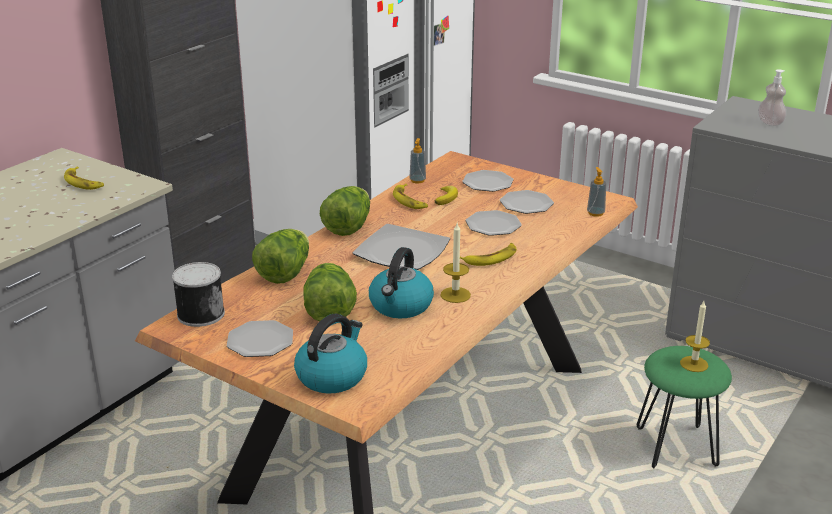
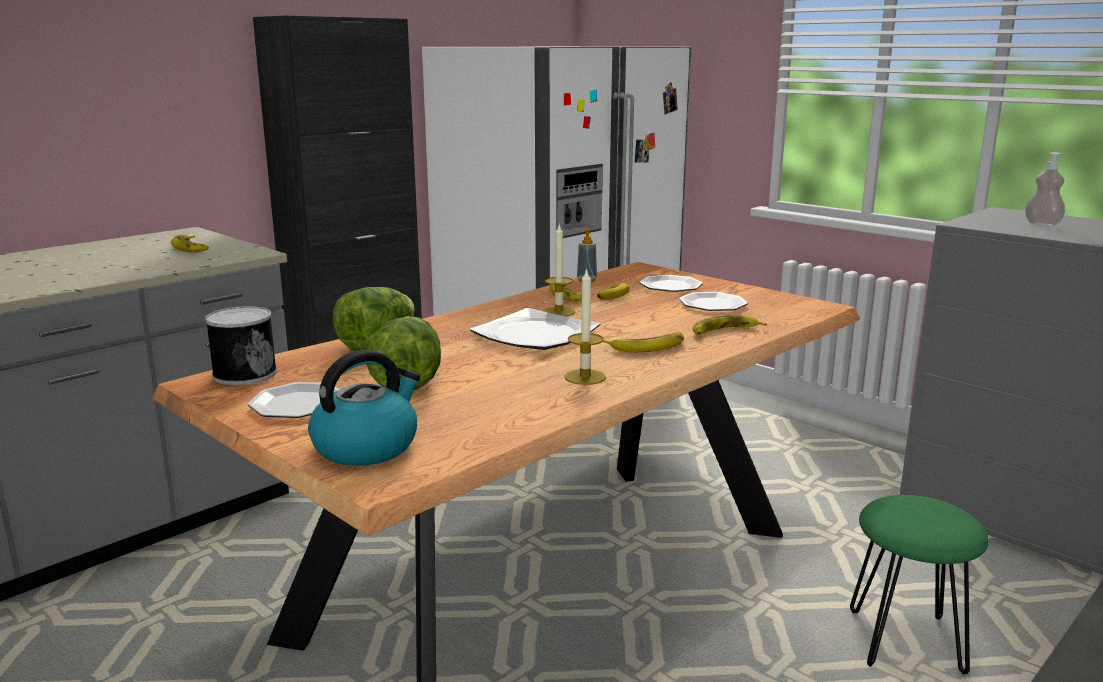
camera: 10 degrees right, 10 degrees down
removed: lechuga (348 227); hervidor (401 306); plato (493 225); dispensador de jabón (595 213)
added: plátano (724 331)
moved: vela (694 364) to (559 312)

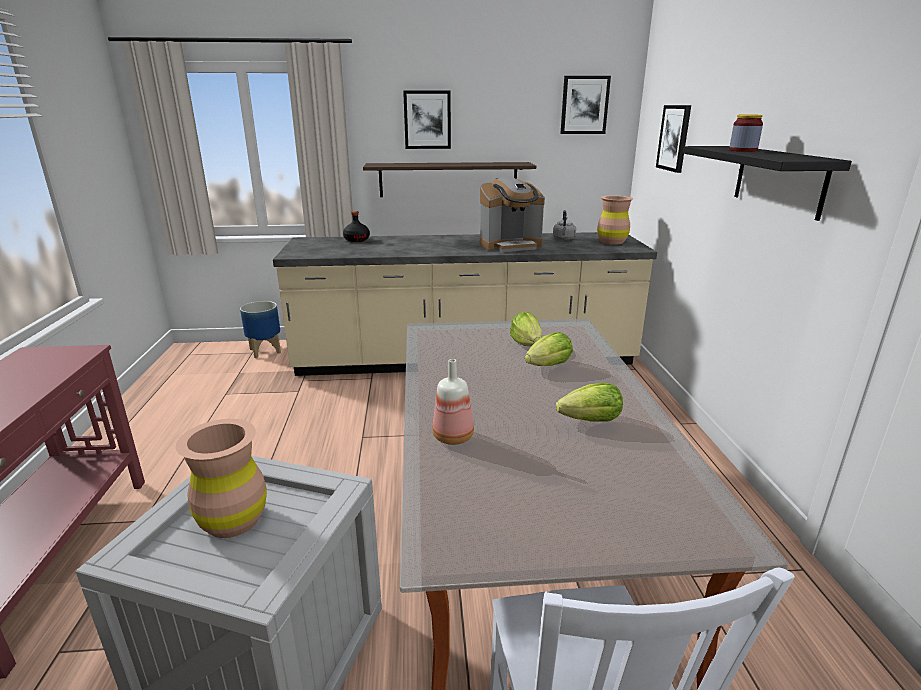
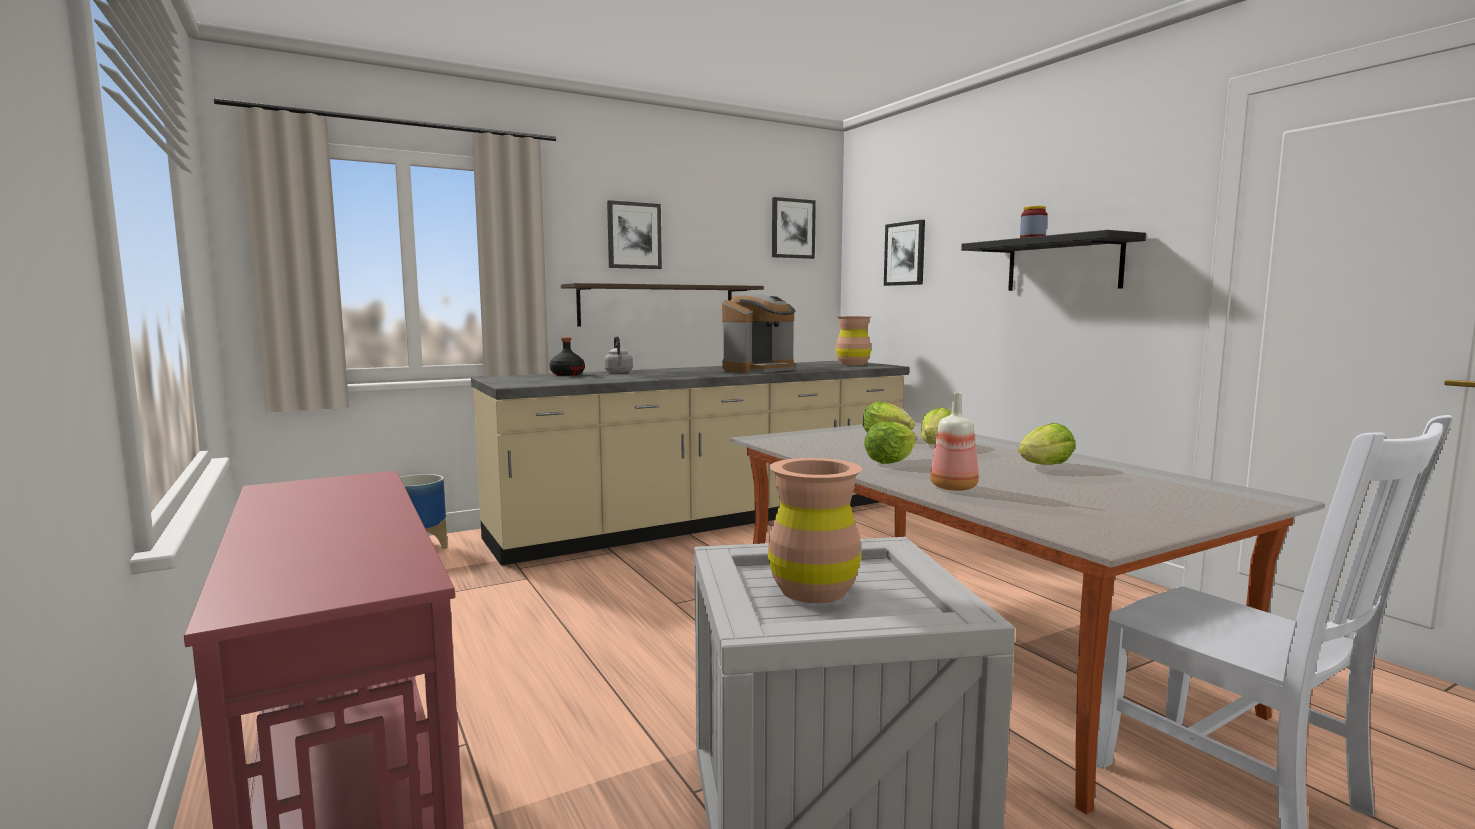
camera: 25 degrees left, 15 degrees down
added: lechuga (890 461)
moved: hervidor (gris) (564 239) to (619 372)

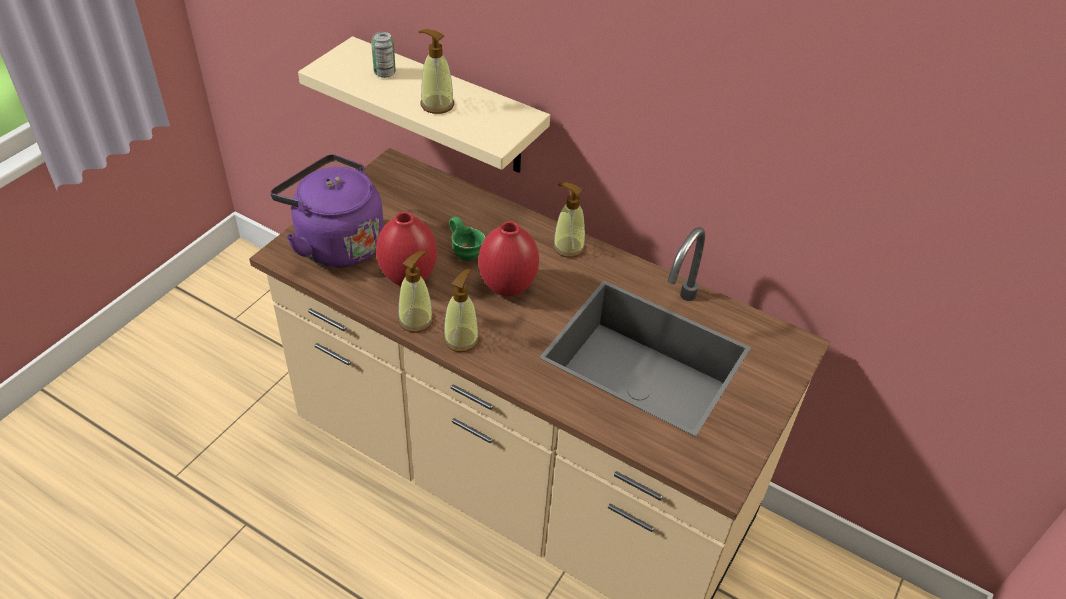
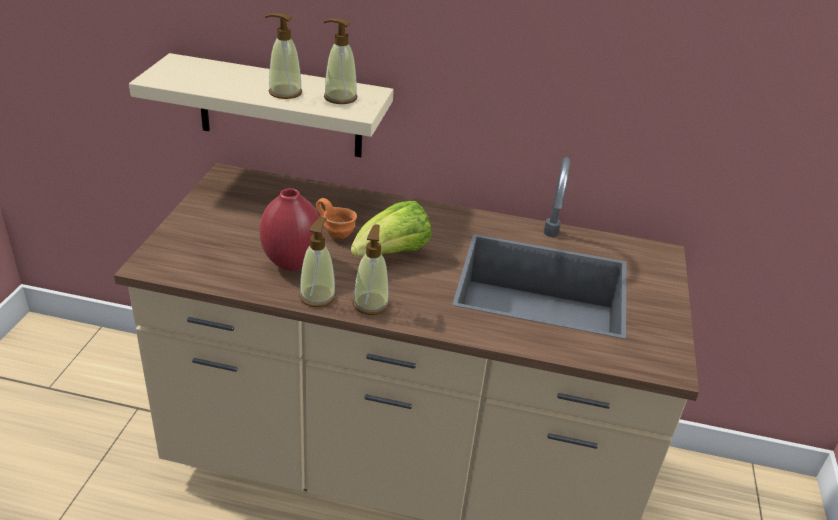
camera: 20 degrees left, 10 degrees down
removed: hervidor (morado) (336 243); lata (384 73)
moved: dispensador de jabón (568 247) to (340 98)
replaced: florero (rojo) (508 288) to lechuga (392 254)
recoloured: taza grande (verde) (467 253) to taza grande (naranja) (337 234)

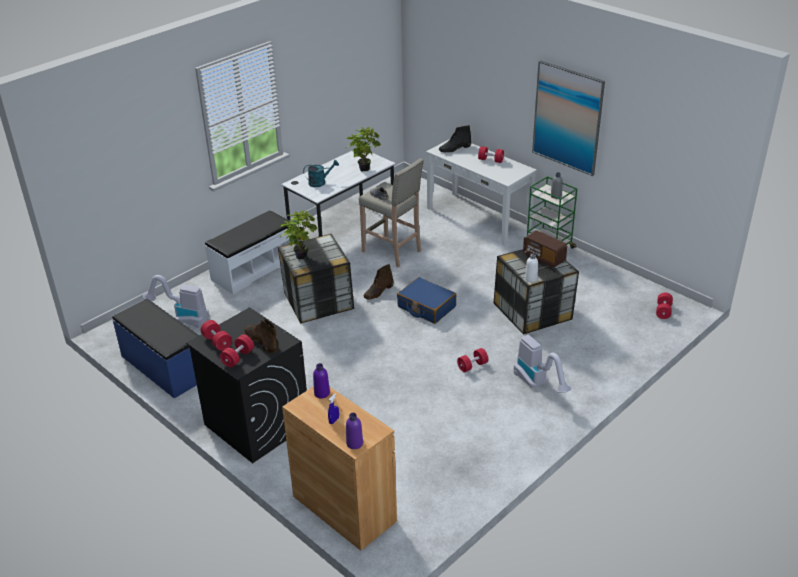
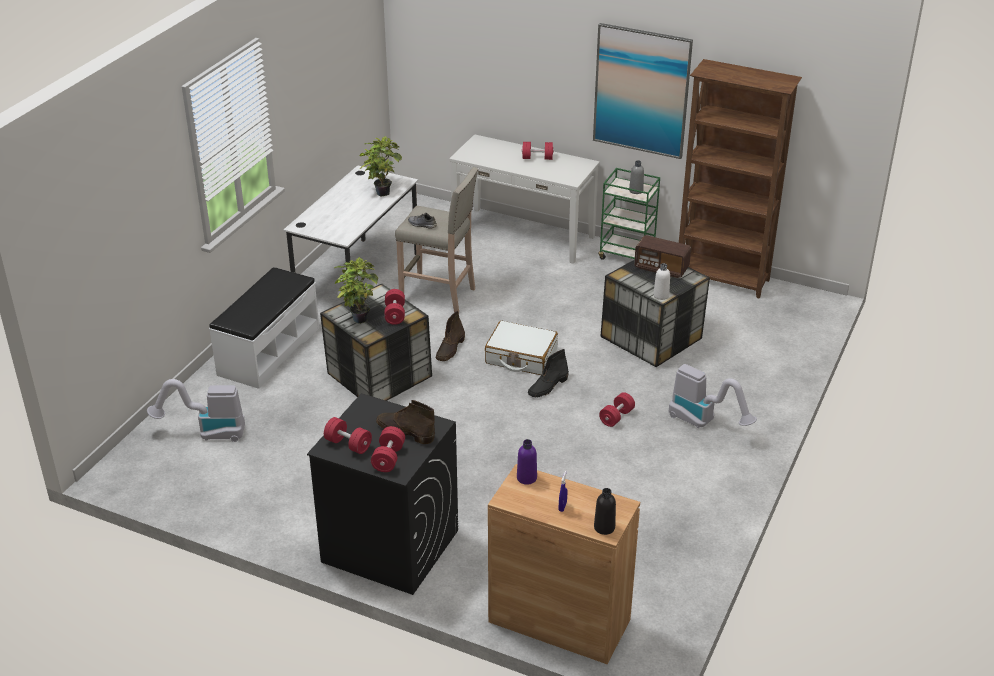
camera: 20 degrees left, 0 degrees up
removed: banco (azul) (163 367); regadera (turquesa) (320 182)
added: estantería (marrón) (722 280)
moved: mancuerna (rojo) (663 311) to (395 314); bota (negro) (454 149) to (547 387)
recoloured: maleta (azul) (426 307) to maleta (blanco) (521 357); botella (morado) (354 443) to botella (negro) (604 527)

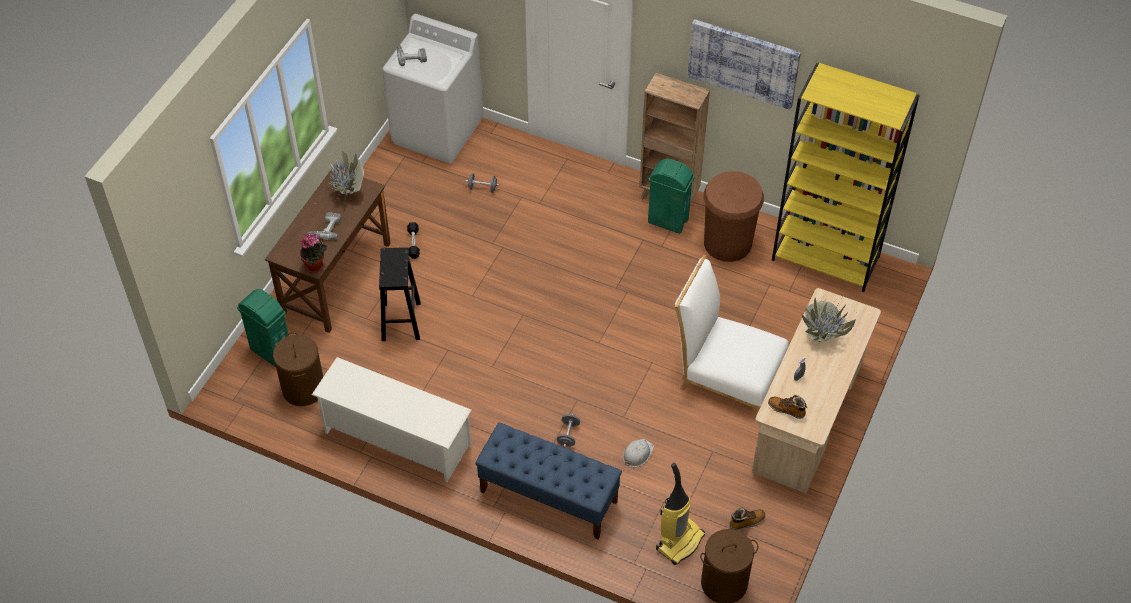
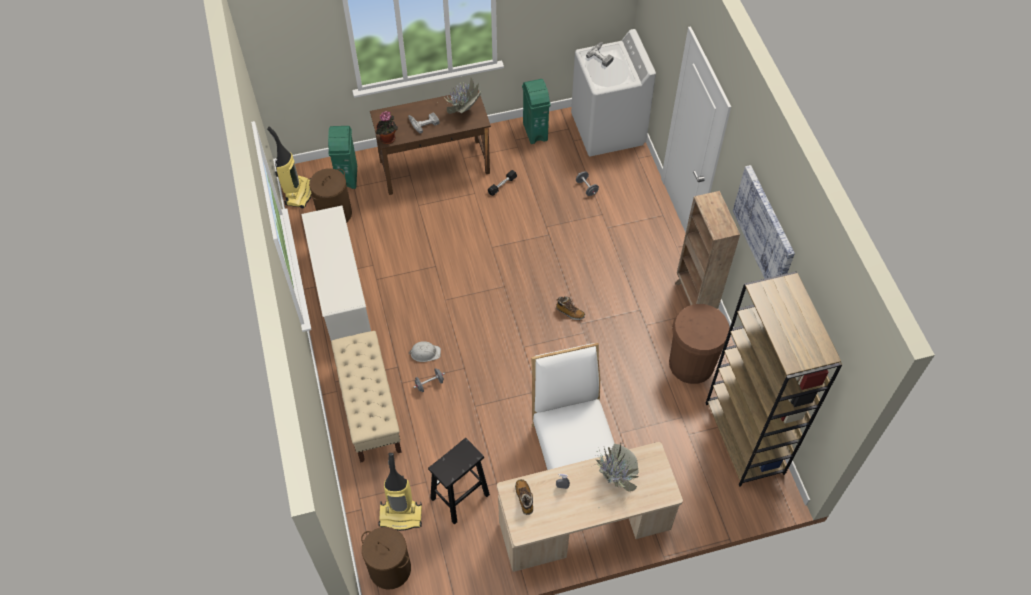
camera: 50 degrees right, 5 degrees up
added: aspiradora (298 193)
moved: casco (blanco) (637 454) to (425 353); taburete (negro) (401 322) to (459 497); papelera (verde) (667 221) to (535 131); bota (746 522) to (570 312)
recoloured: banco (azul) (548 496) to banco (beis) (369 407); estantería (amarillo) (826 258) to estantería (marrón) (745 438)

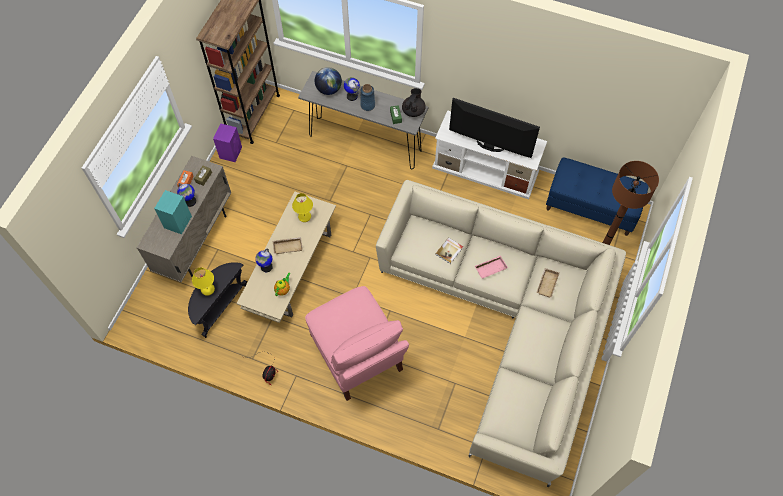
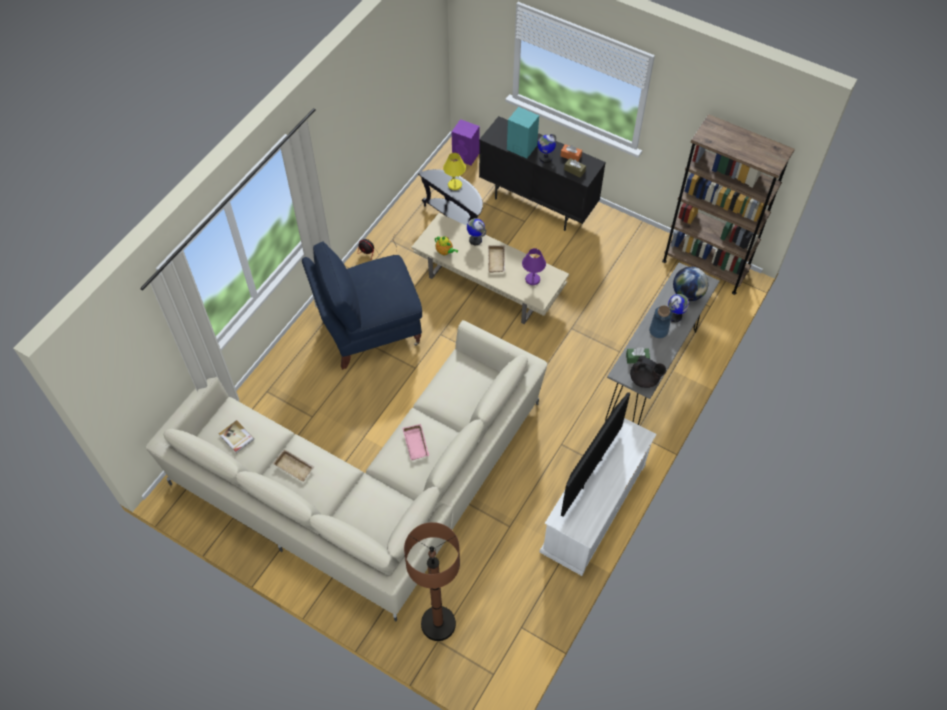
camera: 100 degrees right, 5 degrees down
removed: banco (azul) (591 207)
moved: libro (449 251) to (236 437); bandeja (beis) (546 283) to (295 466); altavoz (morado) (231 152) to (466 156)
recoloured: sillón (rosa) (357 356) to sillón (azul) (369 330); armario (beis) (196 241) to armario (negro) (538 204); lámpara de mesa (amarillo) (304 216) to lámpara de mesa (morado) (533 279)

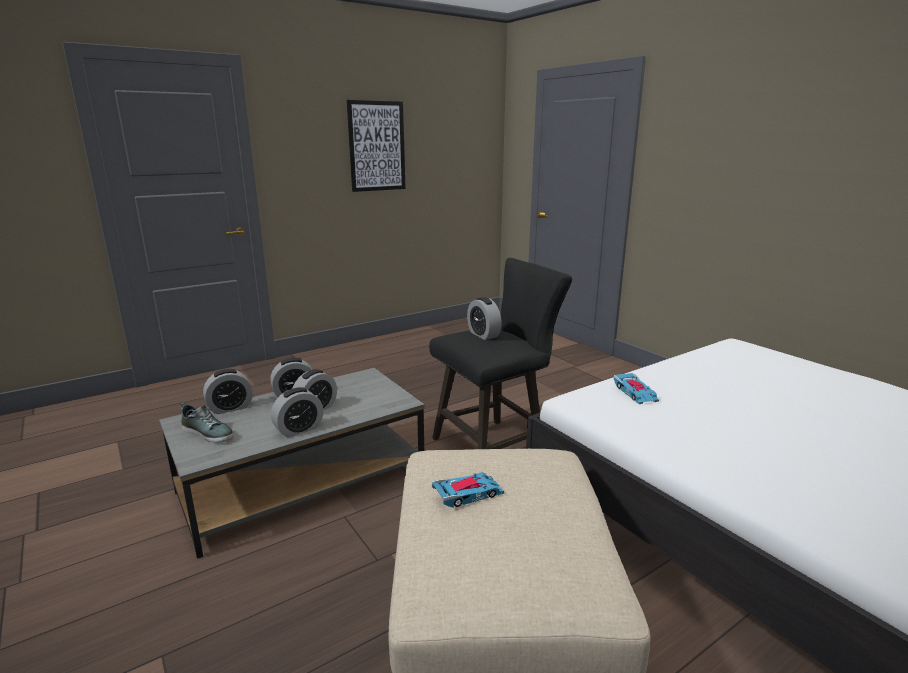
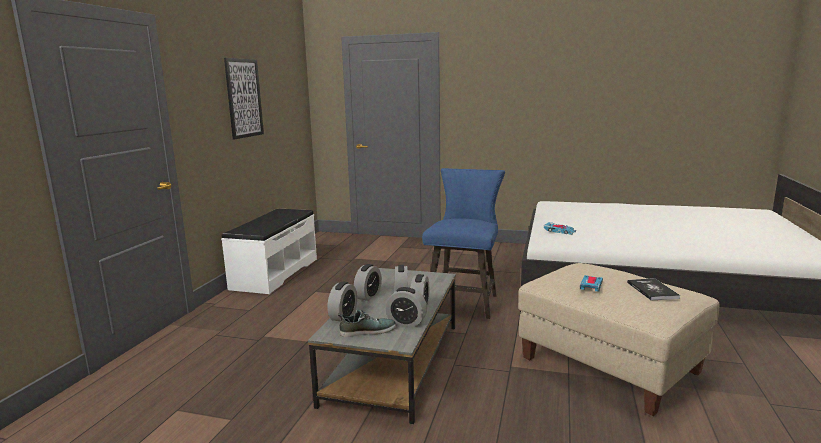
camera: 40 degrees left, 5 degrees down
added: banco (blanco) (274 273); libro (652 290)
moved: despertador (483 334) to (406 322)
recoloured: taburete (negro) (495 445) to taburete (azul) (464 301)

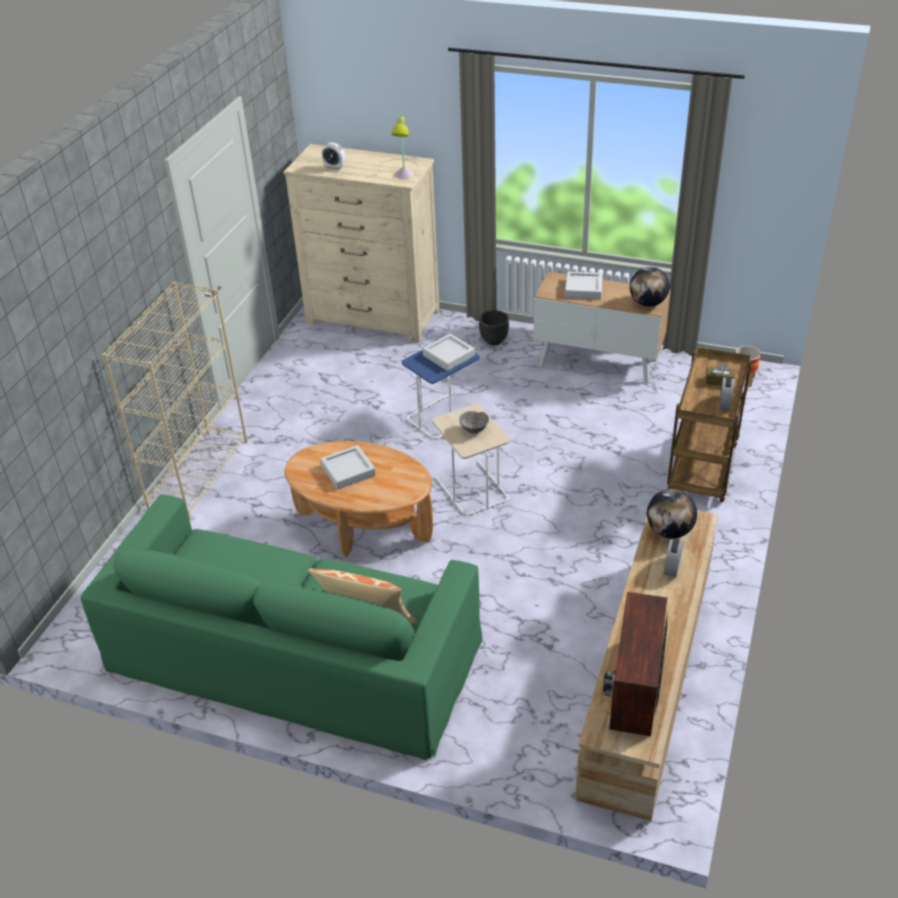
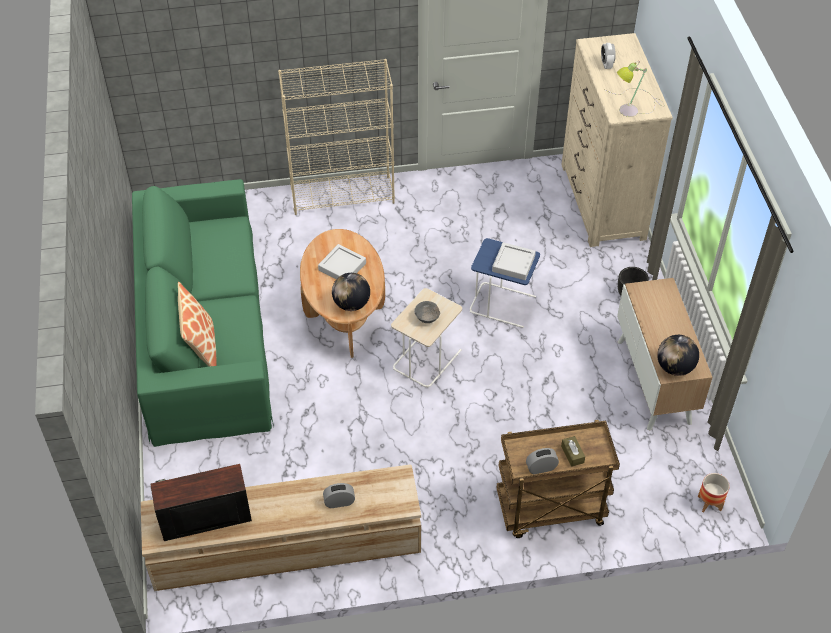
camera: 60 degrees right, 10 degrees up
removed: bandeja (gris) (583 289)
moved: globo terráqueo (669 531) to (351 304)

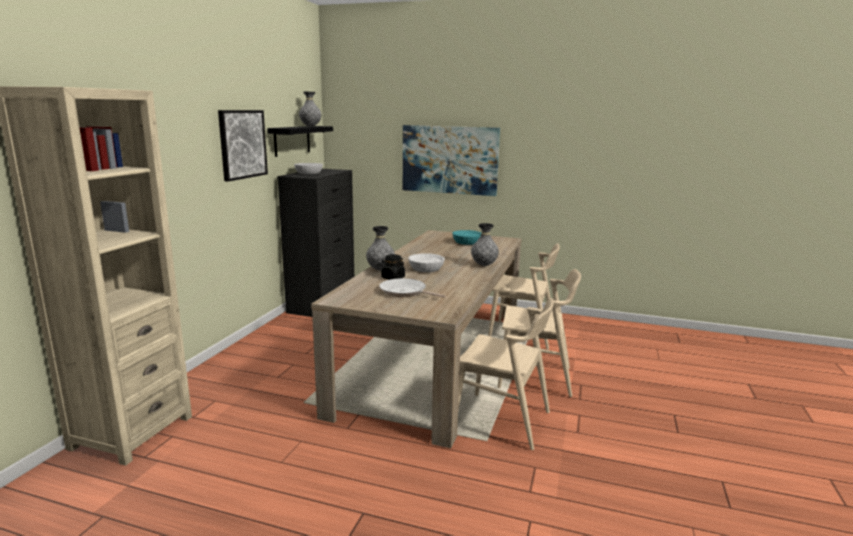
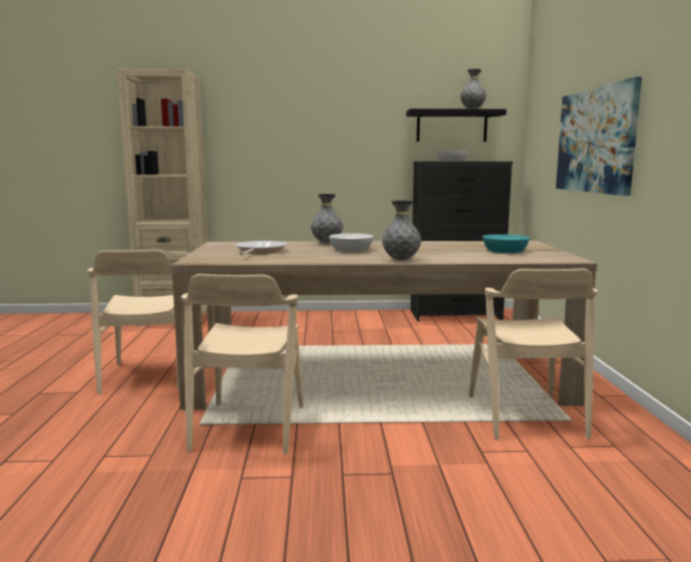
camera: 70 degrees right, 5 degrees down
removed: cuadro (242 144); tarro (negro) (393 278)
moved: silla (beis) (535 377) to (147 376)

